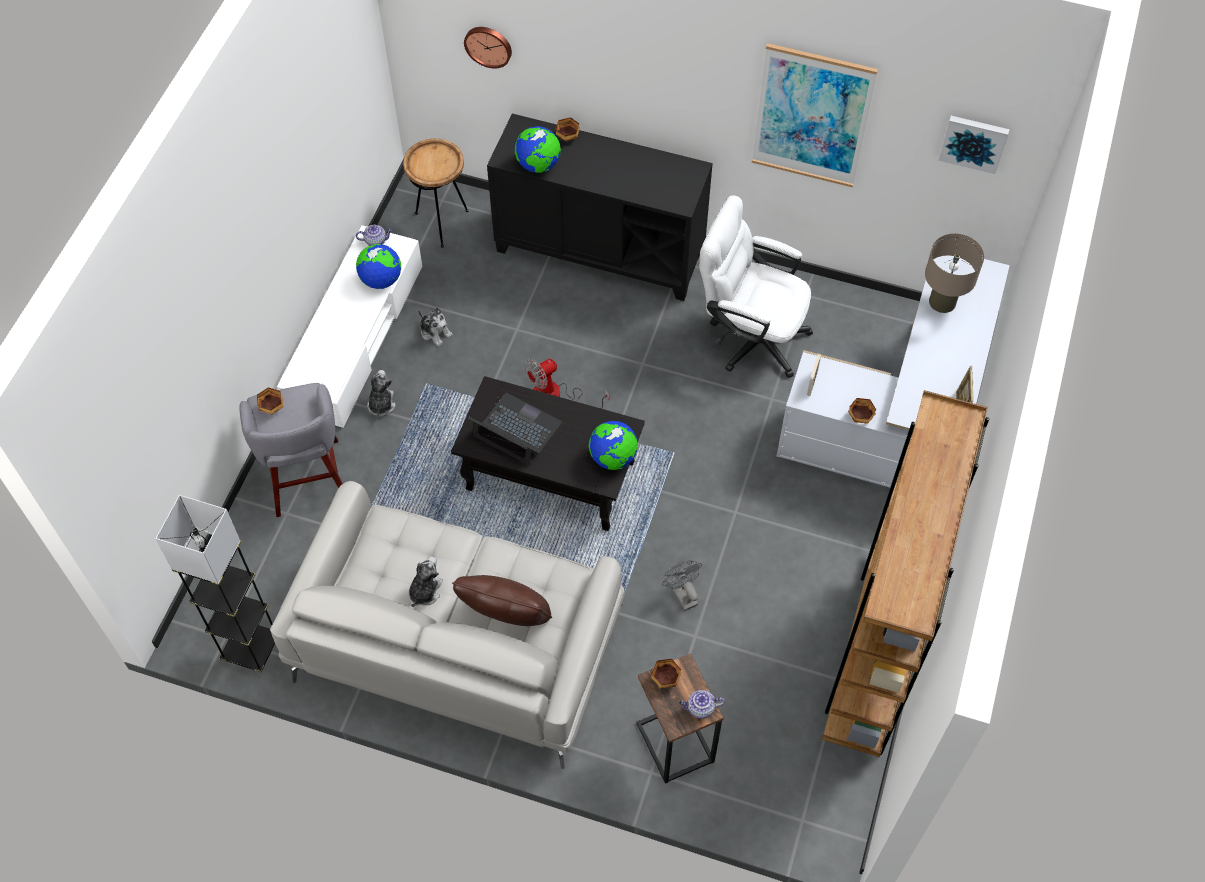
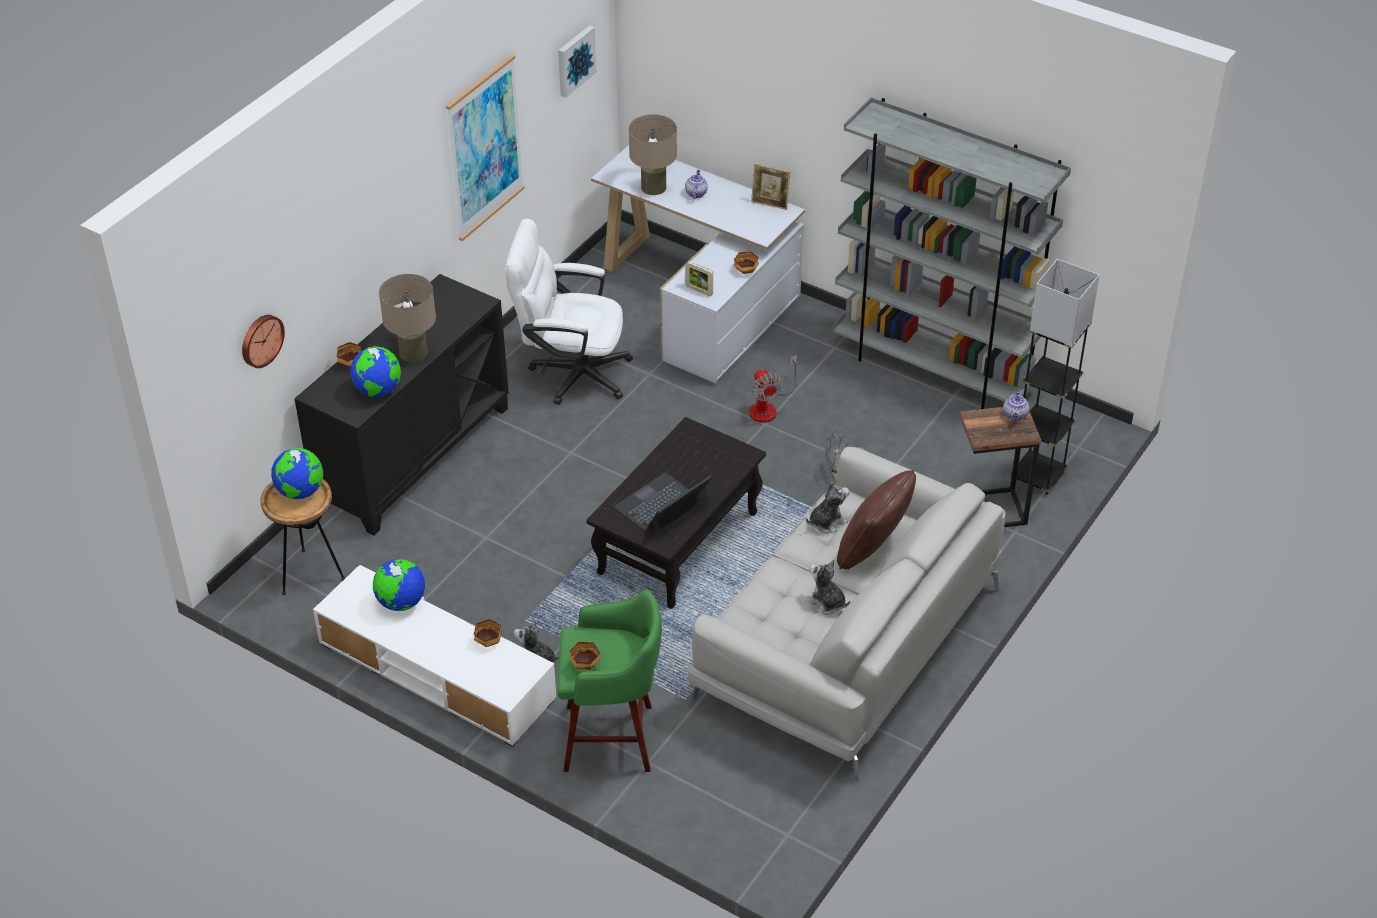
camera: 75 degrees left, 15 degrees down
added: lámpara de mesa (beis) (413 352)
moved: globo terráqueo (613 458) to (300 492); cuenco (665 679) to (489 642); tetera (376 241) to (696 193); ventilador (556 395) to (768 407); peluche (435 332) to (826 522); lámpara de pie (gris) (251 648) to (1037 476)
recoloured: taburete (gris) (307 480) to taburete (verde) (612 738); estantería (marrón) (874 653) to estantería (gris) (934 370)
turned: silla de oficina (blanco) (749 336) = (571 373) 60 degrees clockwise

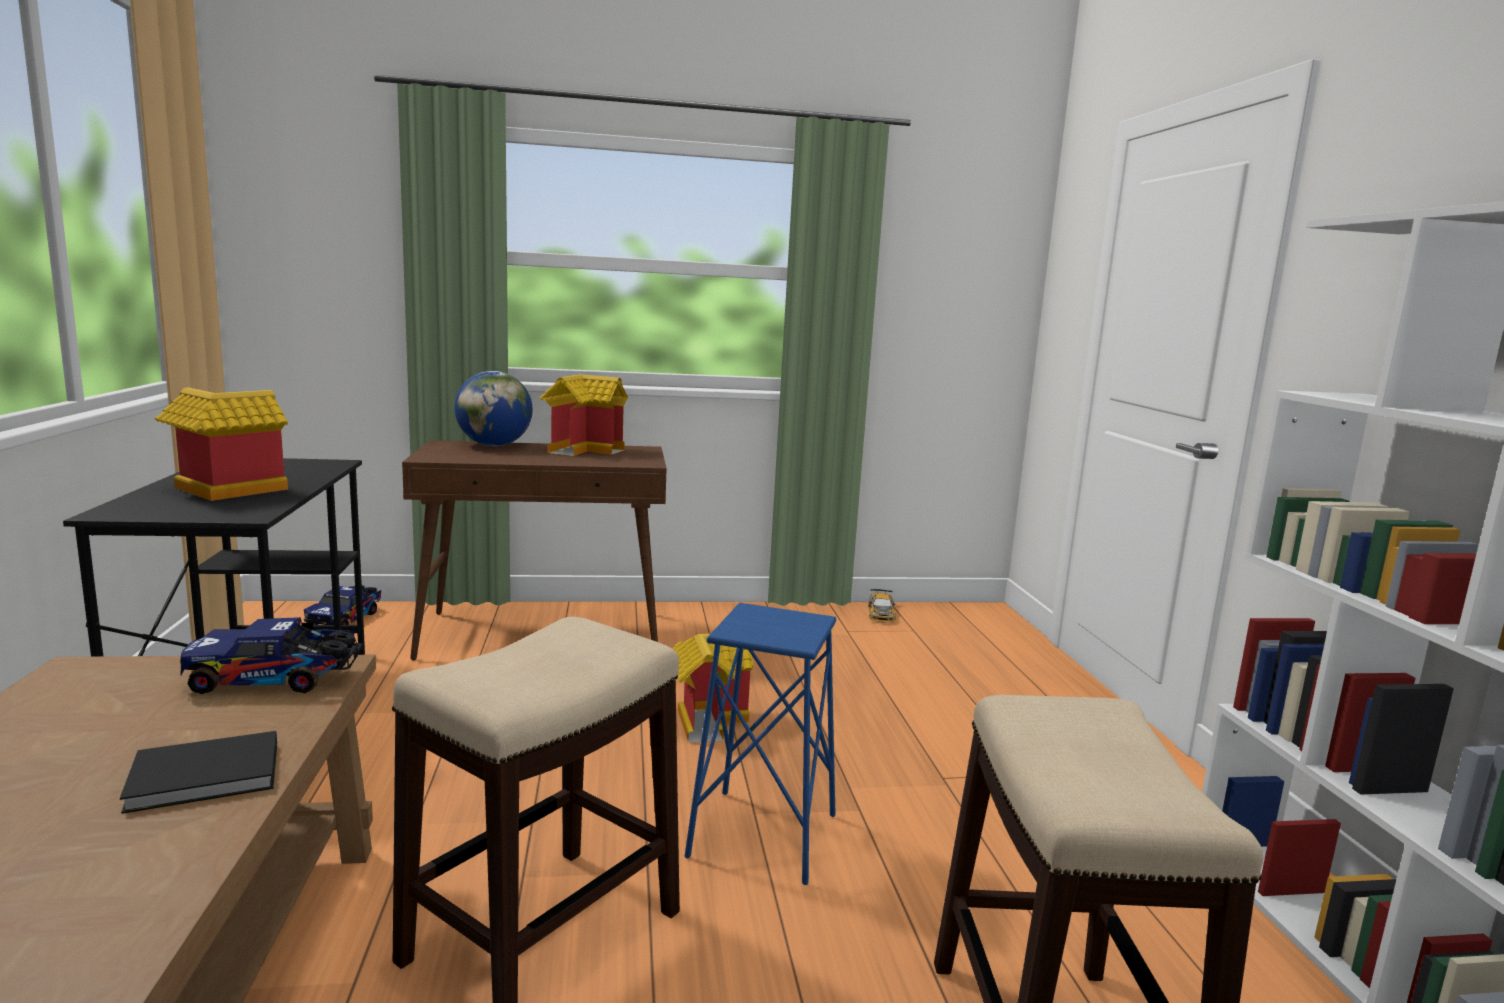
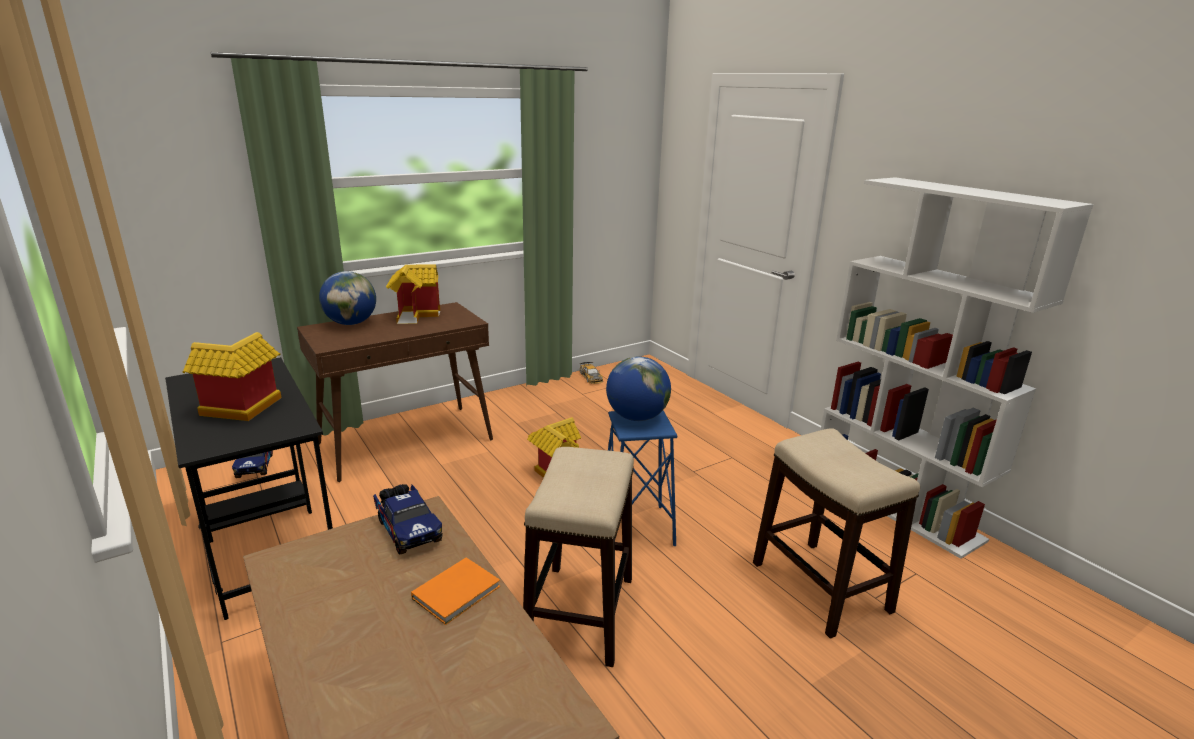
camera: 25 degrees left, 10 degrees up
added: globo terráqueo (637 417)
recoloured: libro (negro) (209 776) to libro (naranja) (459 592)
turned: camión de juguete (276 680) = (408 528) 90 degrees counterclockwise

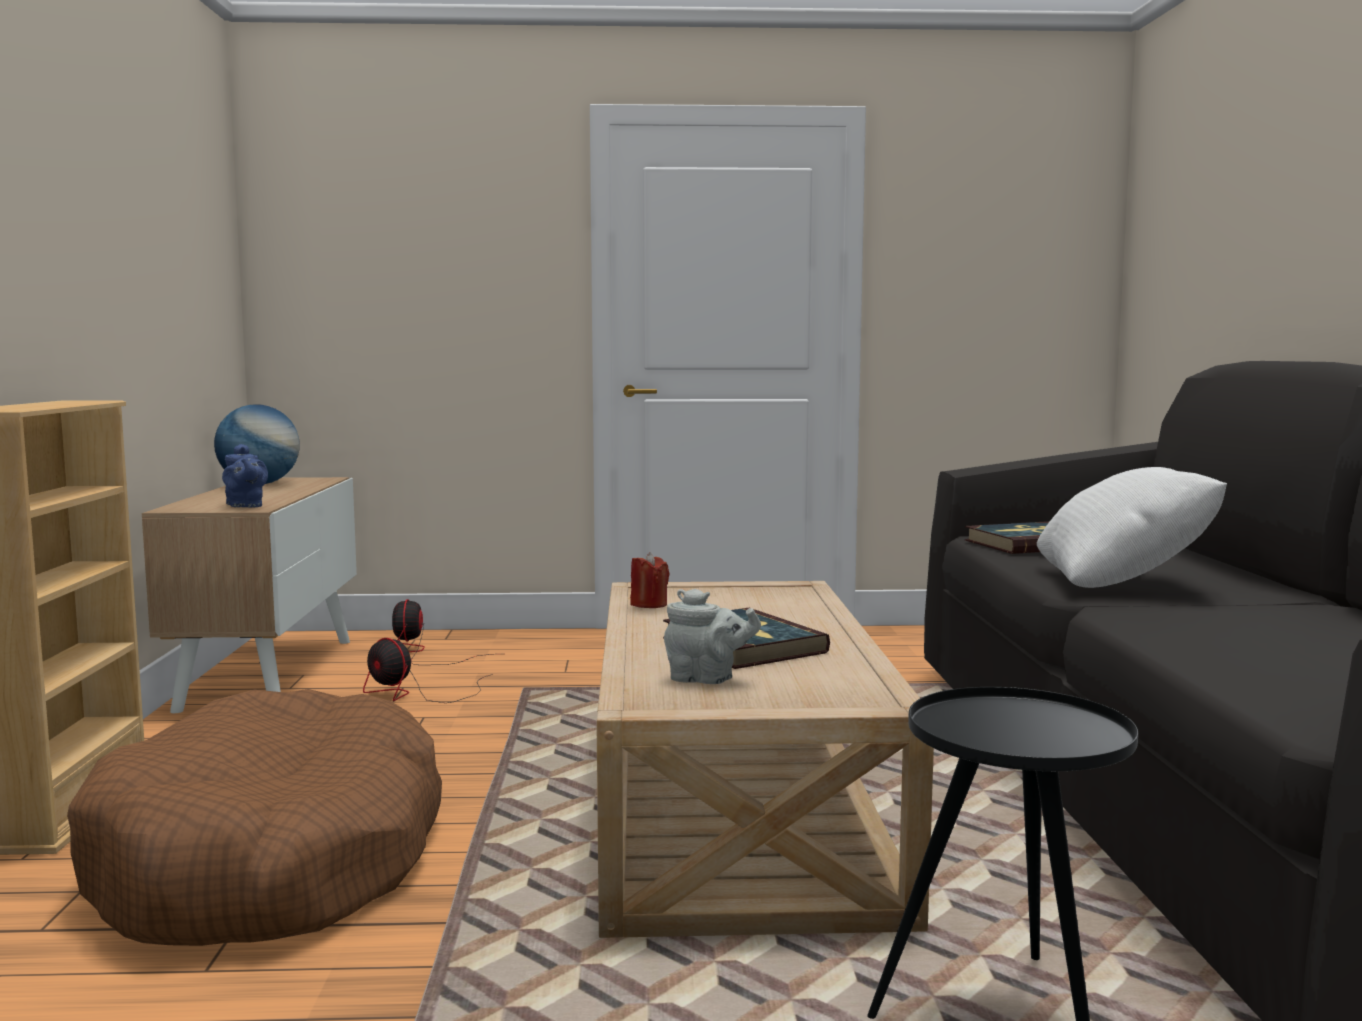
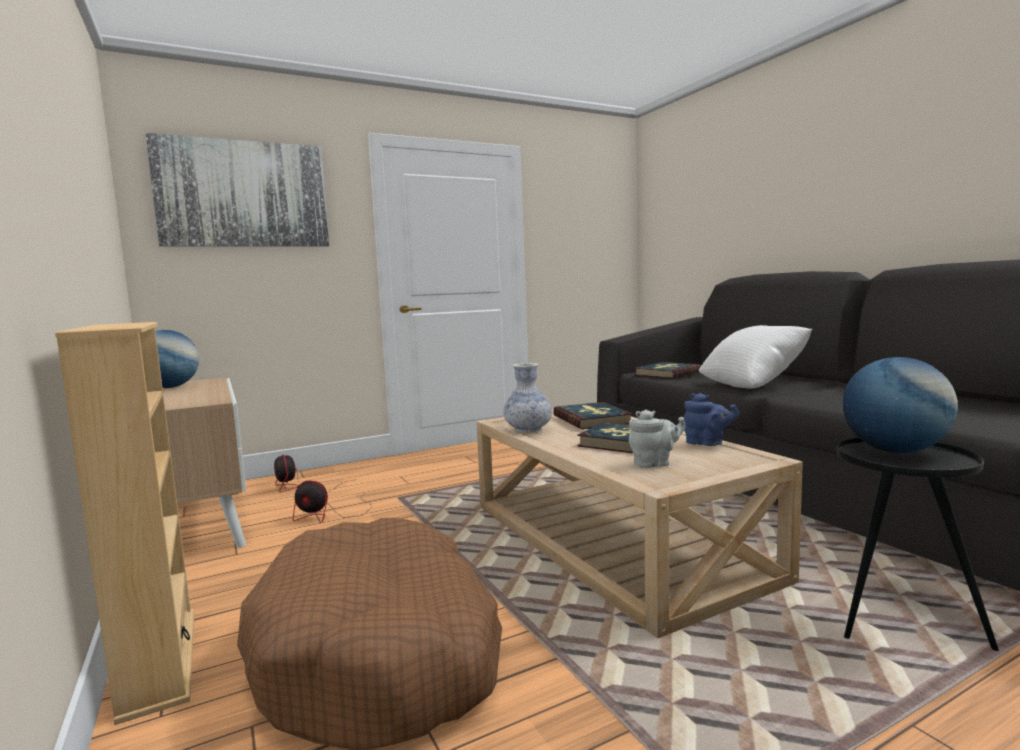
camera: 25 degrees left, 0 degrees up
added: cuadro (243 194); libro (592 419); globo terráqueo (894 451)
moved: tetera (azul) (245 506) to (707 443)
replaced: vela (rojo) (649 604) to florero (528 429)

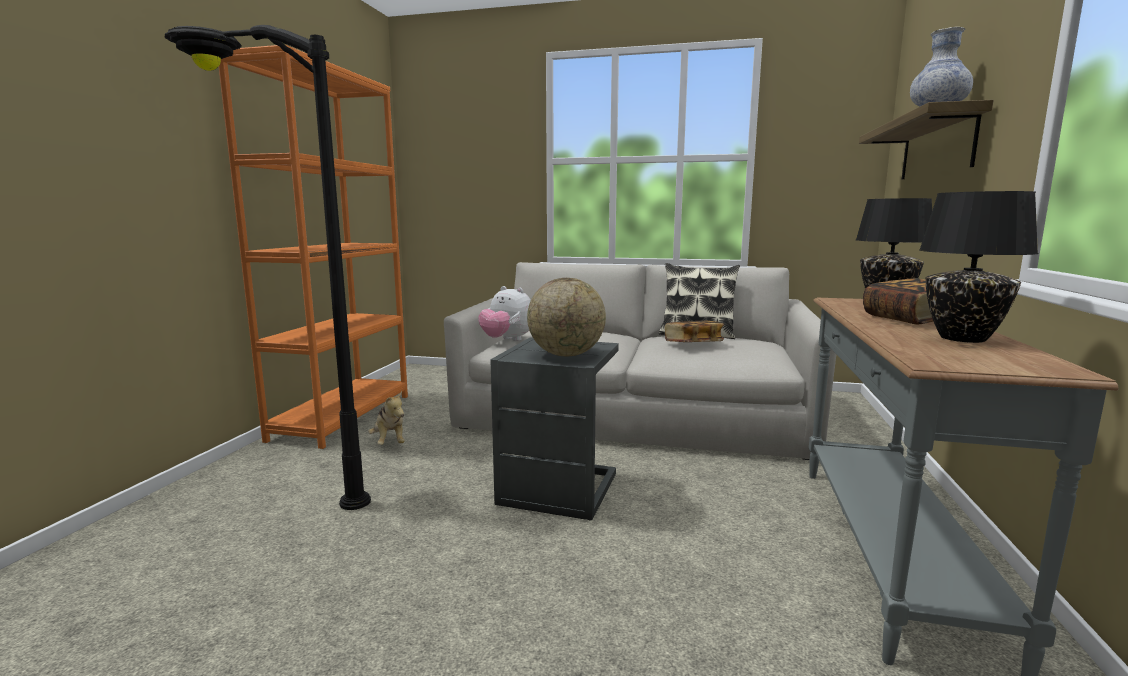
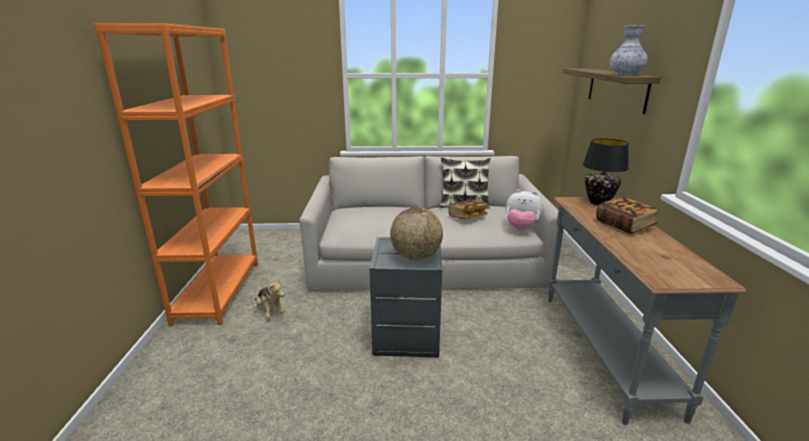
camera: 15 degrees left, 10 degrees up
removed: lámpara de pie (negro) (283 488); lámpara de mesa (negro) (962 338)
moved: peluche (507 340) to (521 228)

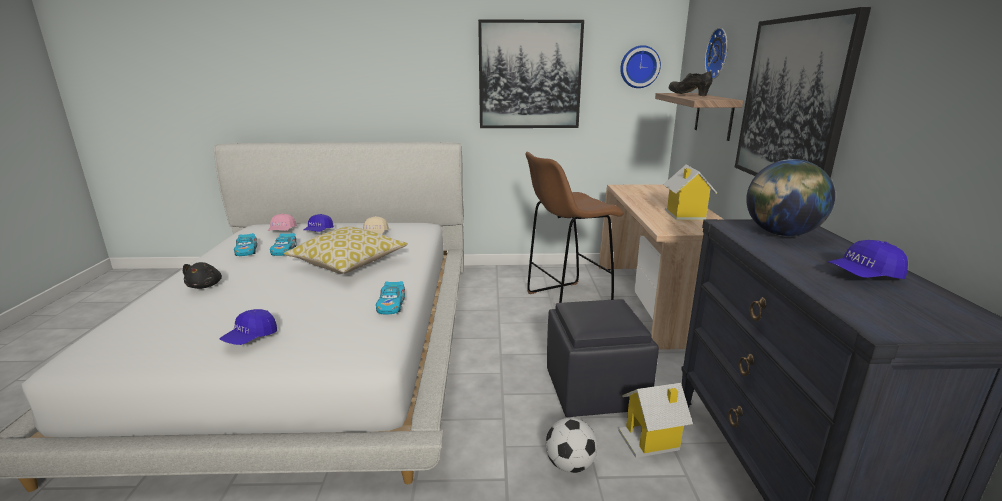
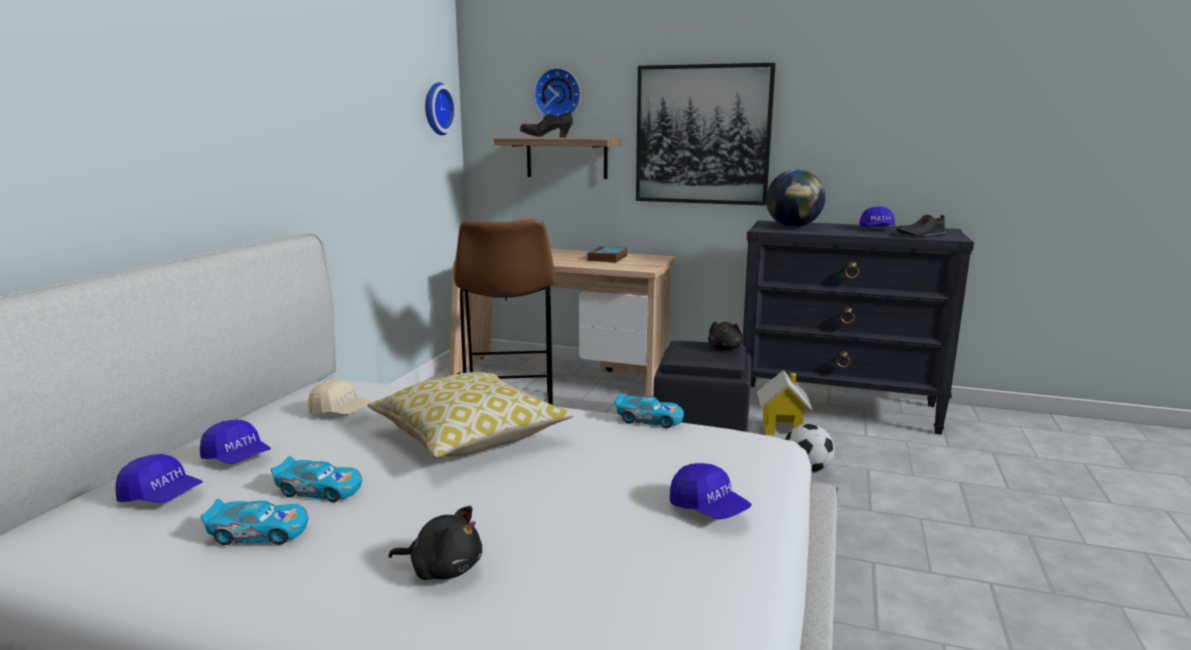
camera: 70 degrees left, 5 degrees down
removed: cuadro (529 75)
added: peluche (negro) (725 348); zapato (negro) (920 235)
replaced: casita (684 215) to libro (607 258)
recoloured: gorra (rosa) (282 231) to gorra (azul) (161 497)

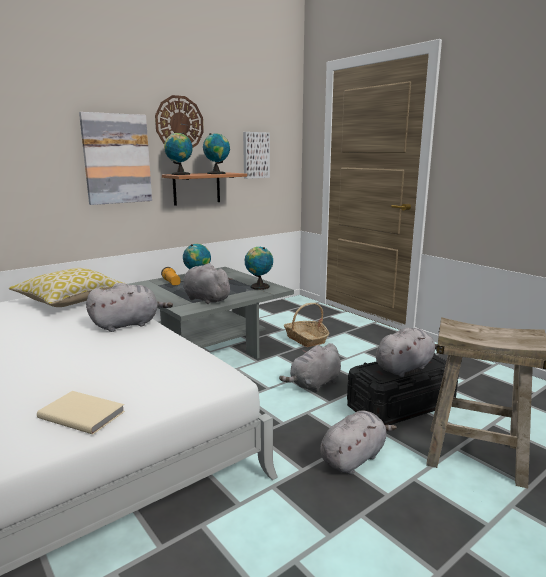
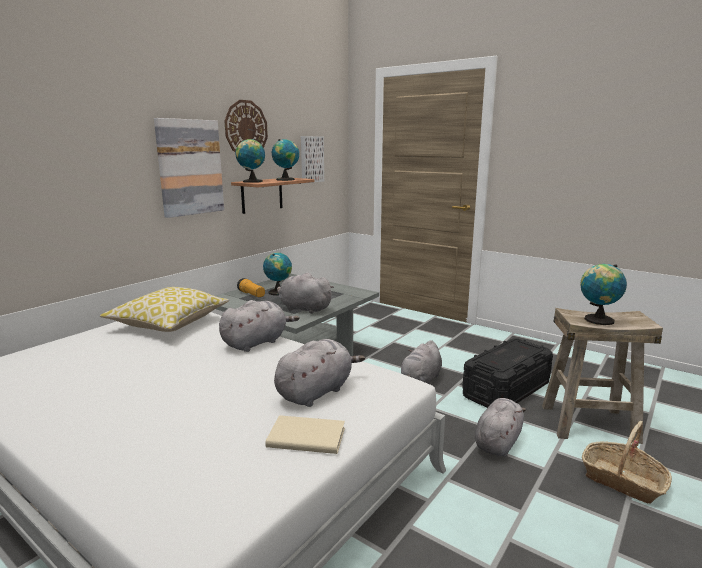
camera: 15 degrees left, 0 degrees up
moved: peluche (gris) (405 367) to (316 392); globo terráqueo (258 286) to (597 320); cesta (306 339) to (622 480)

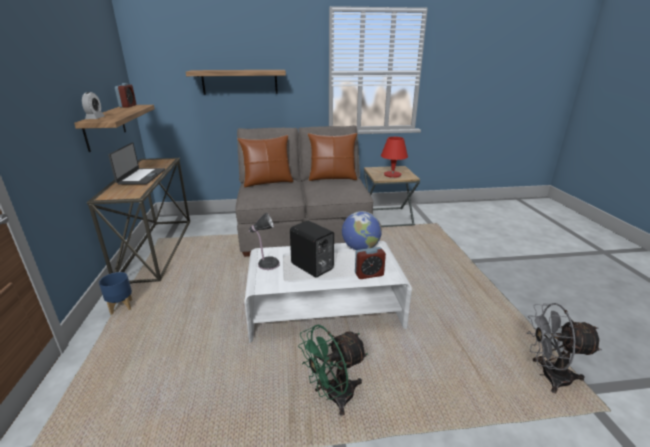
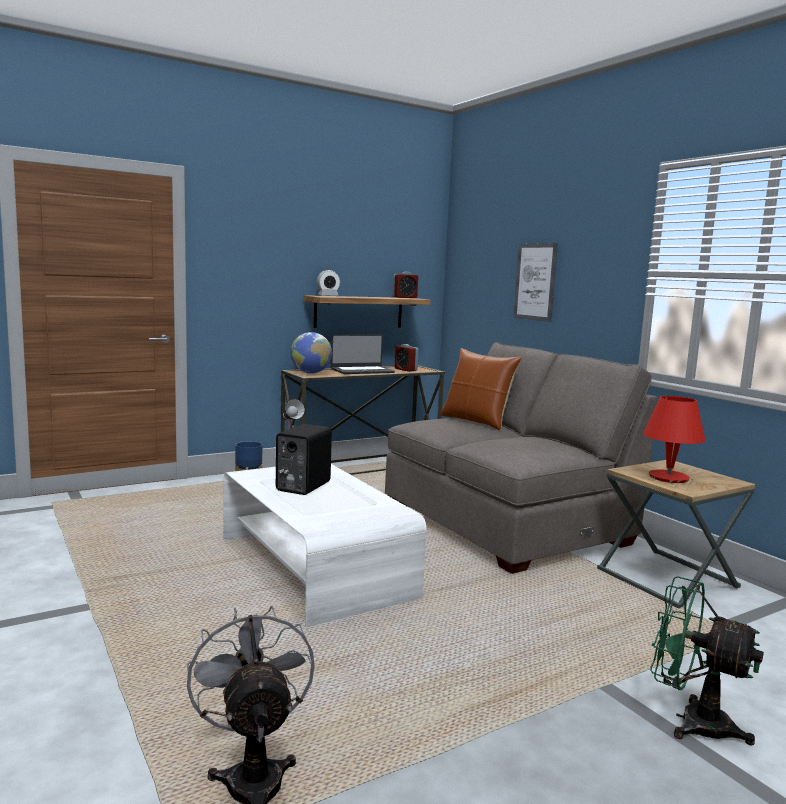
camera: 65 degrees right, 15 degrees down
removed: cojín (marrón) (332 178)
moved: globo terráqueo (360 248) to (310 373); despertador (369 274) to (405 370); ventilador (verde) (333 396) to (691 721)
replaced: estante (240 82) to cuadro (535 282)

